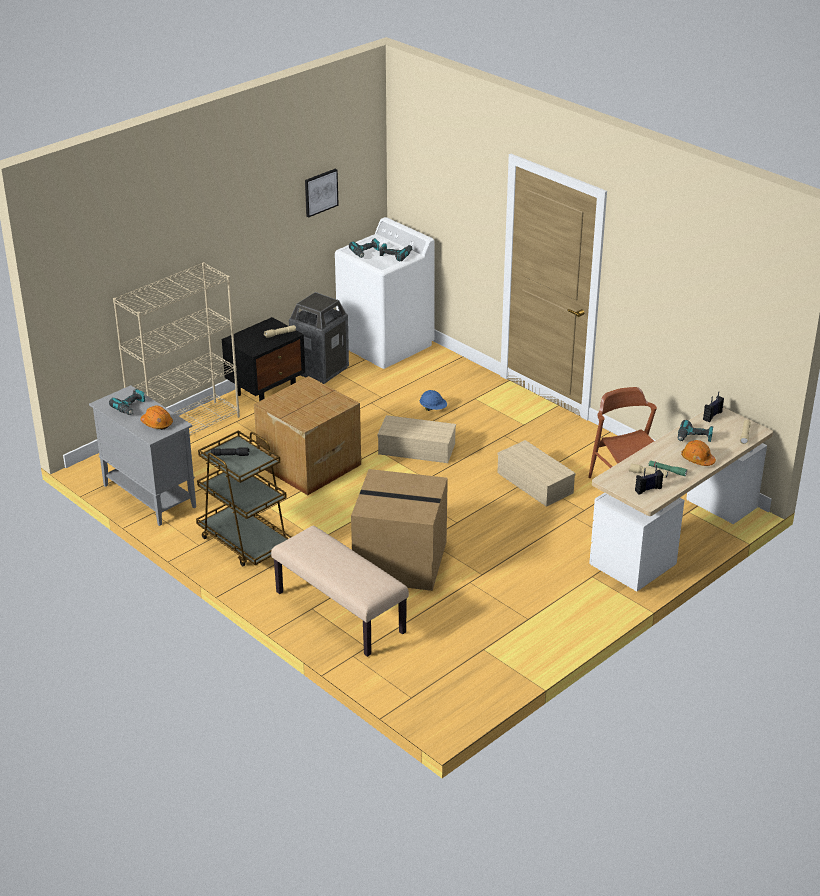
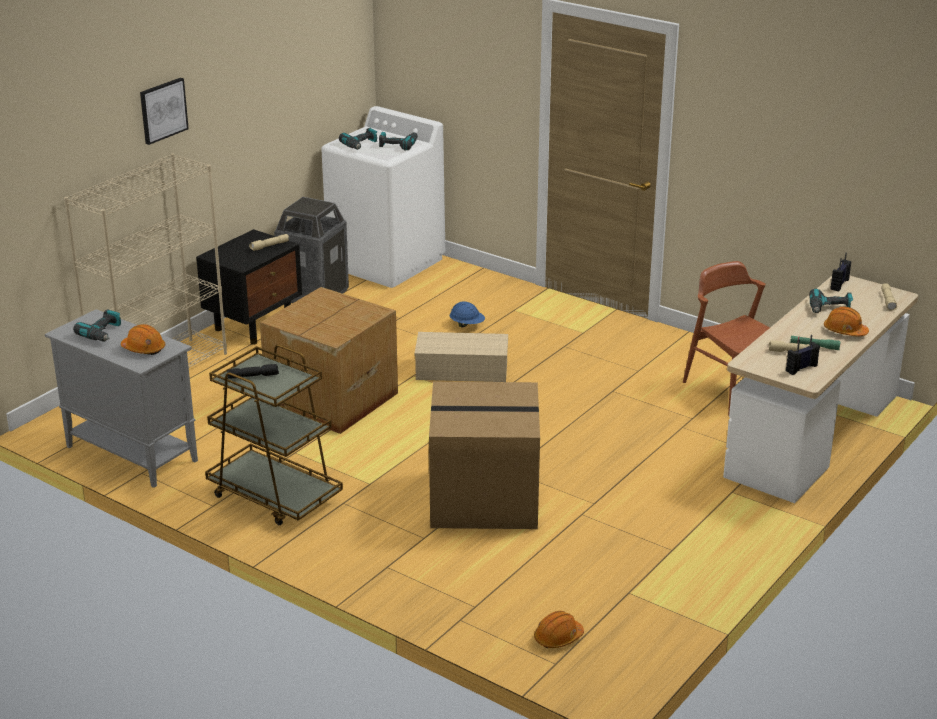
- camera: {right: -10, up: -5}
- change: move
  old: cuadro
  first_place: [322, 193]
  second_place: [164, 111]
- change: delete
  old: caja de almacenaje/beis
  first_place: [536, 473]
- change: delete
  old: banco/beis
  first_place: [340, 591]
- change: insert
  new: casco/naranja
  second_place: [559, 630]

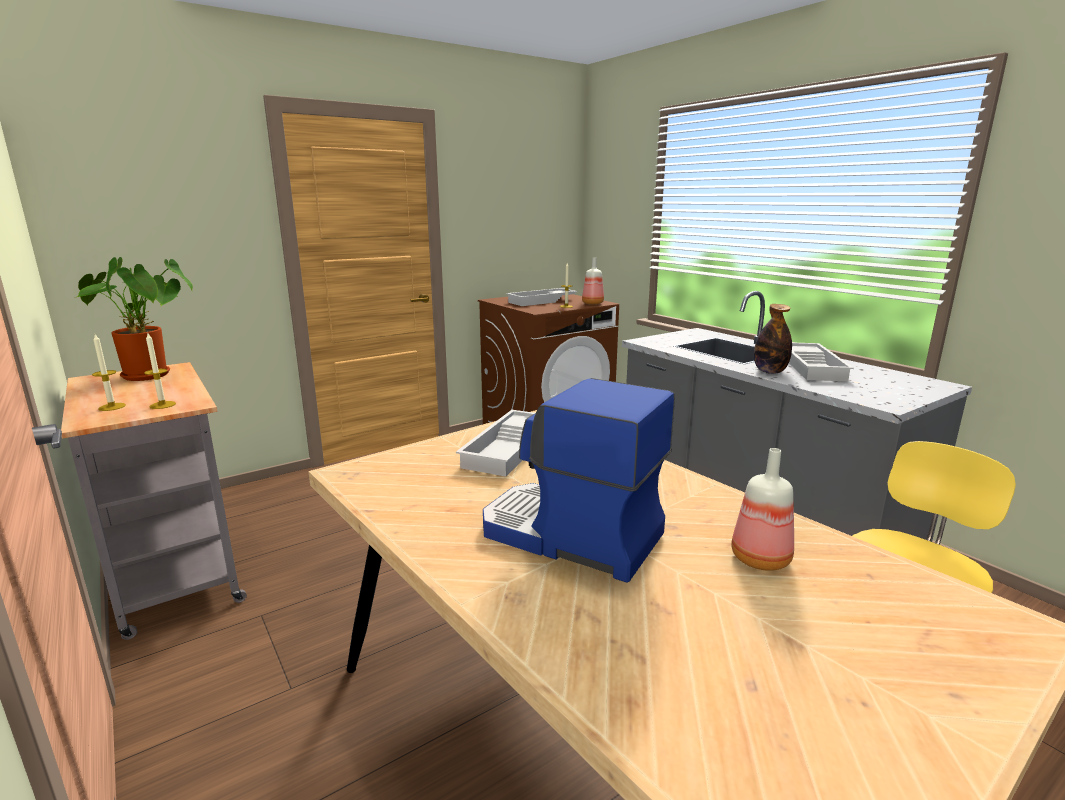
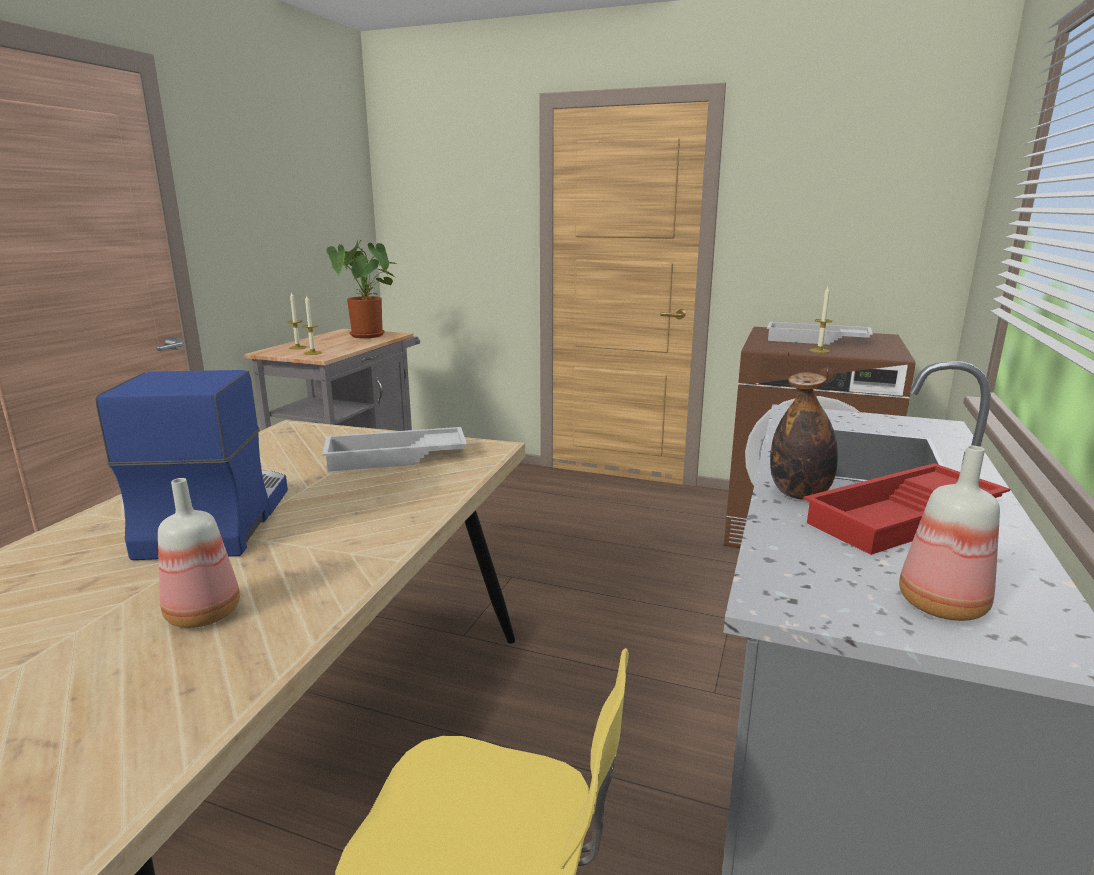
- camera: {right: 55, up: 0}
- change: move
  old: botella
  first_place: [593, 281]
  second_place: [949, 533]
- change: recolor
  old: bandeja/blanco
  new: bandeja/rojo
  first_place: [821, 362]
  second_place: [906, 509]

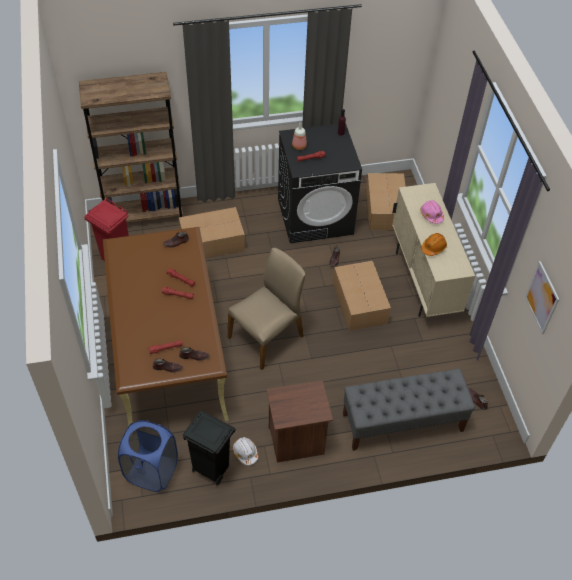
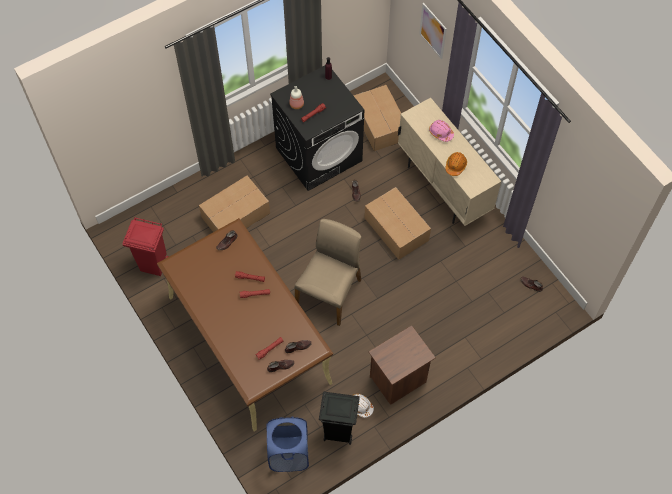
- camera: {right: -20, up: 10}
- change: delete
  old: estantería/marrón
  first_place: [131, 147]
- change: move
  old: cuadro
  first_place: [542, 297]
  second_place: [433, 31]
- change: delete
  old: banco/gris
  first_place: [409, 410]

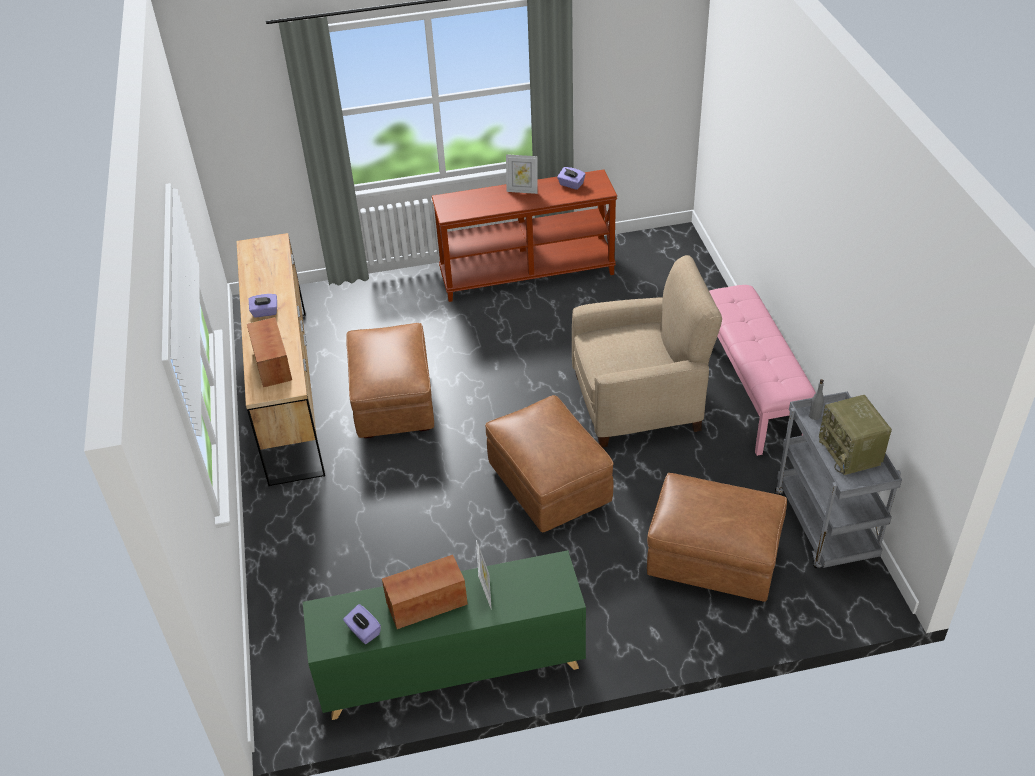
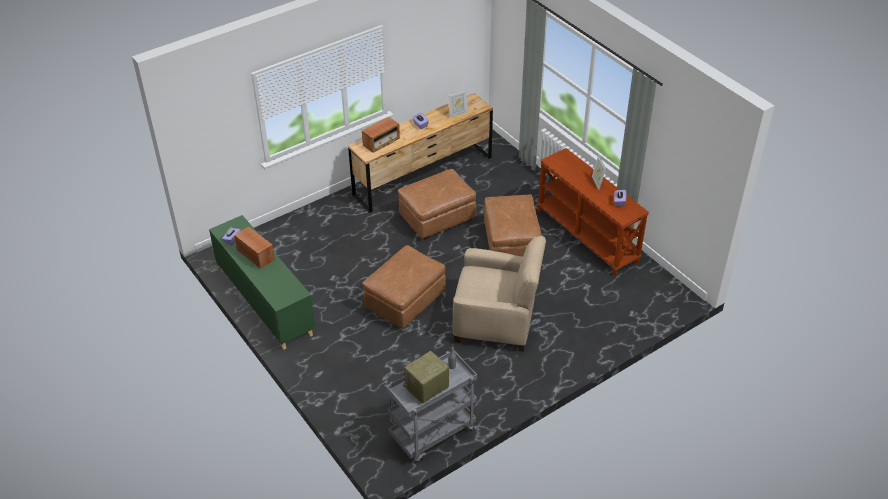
- camera: {right: 65, up: 0}
- change: rotate
  old: sillón/beis
  first_place: [647, 351]
  second_place: [499, 294]
  degrees: -45
- change: delete
  old: banco/rosa
  first_place: [762, 370]
- change: move
  old: puf/marrón
  first_place: [717, 537]
  second_place: [513, 226]
- change: move
  old: portarretratos
  first_place: [484, 575]
  second_place: [458, 103]

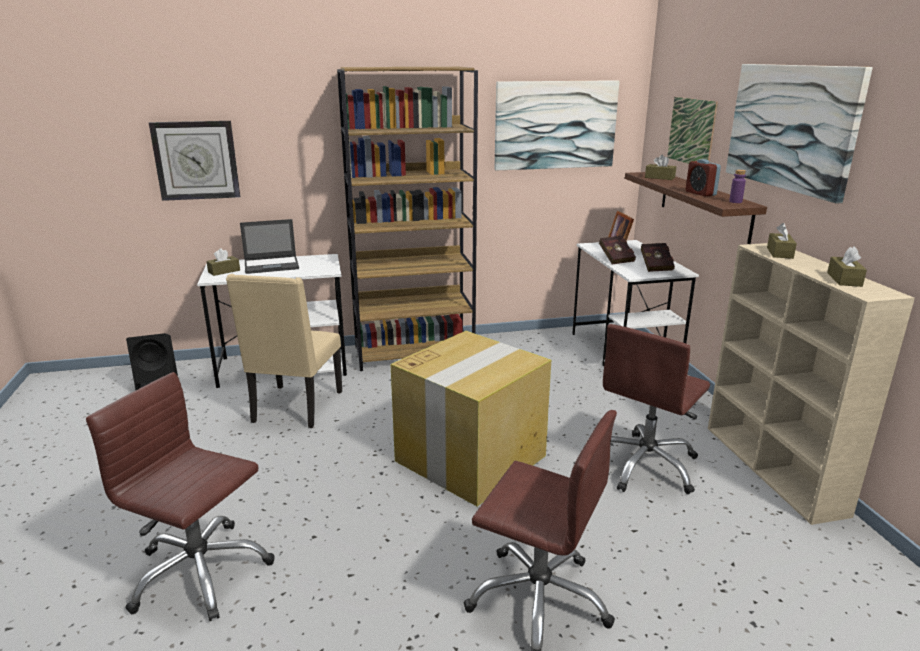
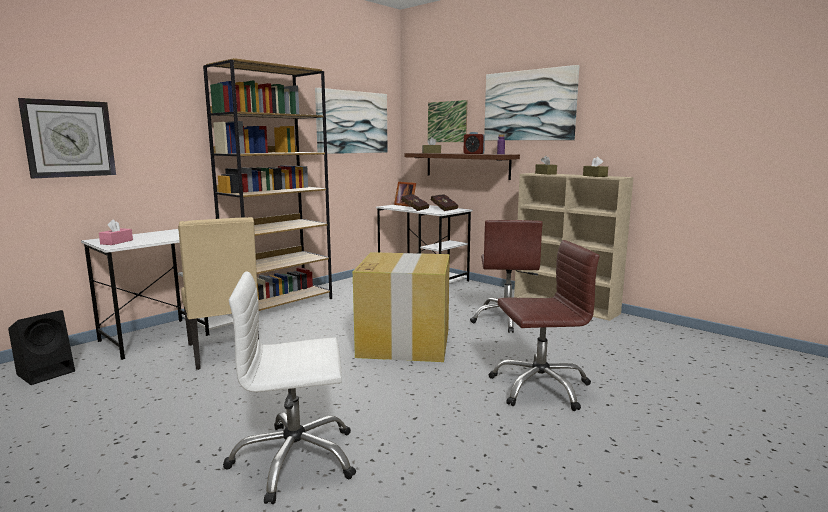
- camera: {right: -35, up: -10}
- change: delete
  old: portátil
  first_place: [269, 246]
- change: recolor
  old: caja de pañuelos/marrón
  new: caja de pañuelos/rosa
  first_place: [223, 262]
  second_place: [116, 232]
- change: recolor
  old: silla de oficina/marrón
  new: silla de oficina/blanco
  first_place: [180, 496]
  second_place: [289, 388]

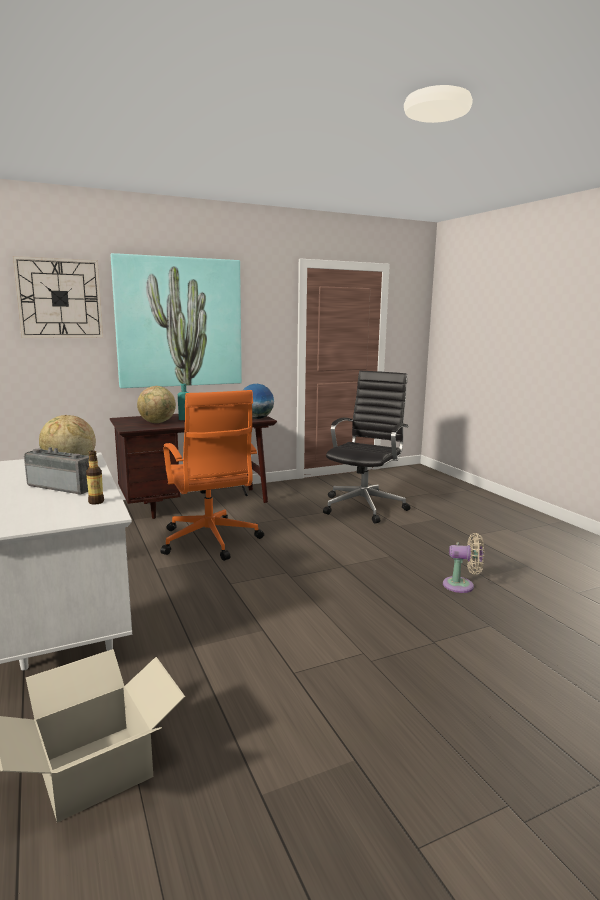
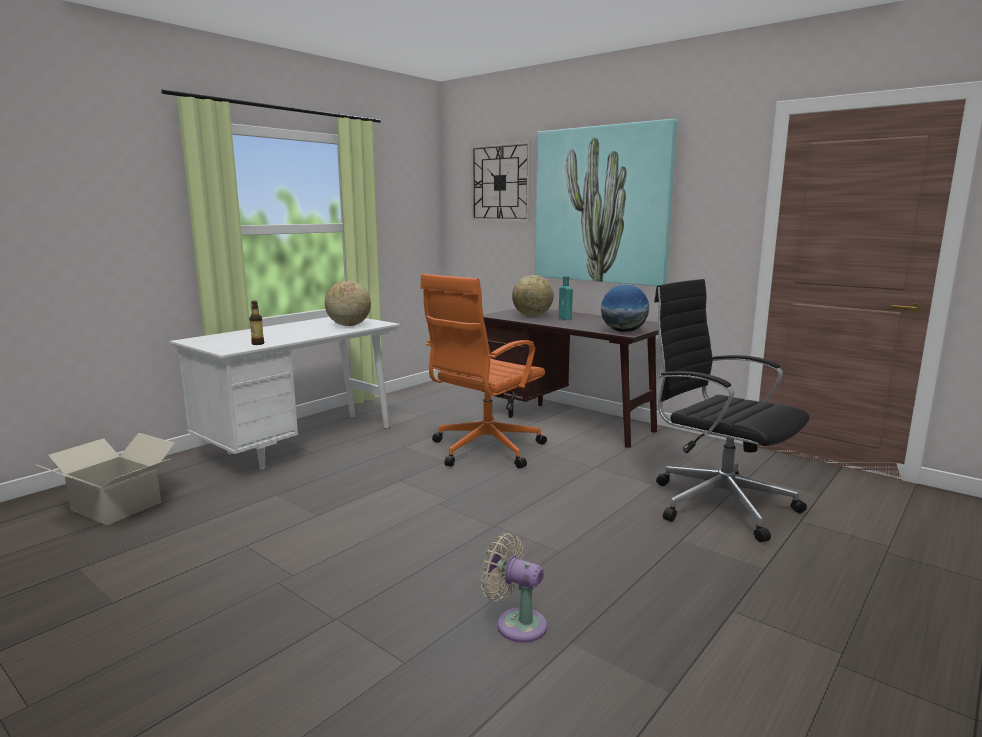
- camera: {right: 65, up: 0}
- change: rotate
  old: silla de oficina/negro
  first_place: [367, 447]
  second_place: [732, 410]
  degrees: -135
- change: delete
  old: radio
  first_place: [56, 471]
- change: rotate
  old: ventilador/beis
  first_place: [463, 563]
  second_place: [514, 588]
  degrees: 135

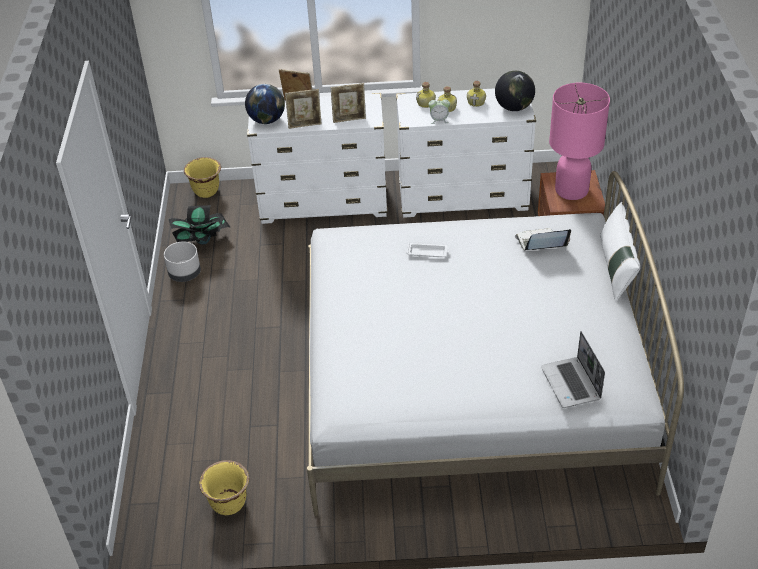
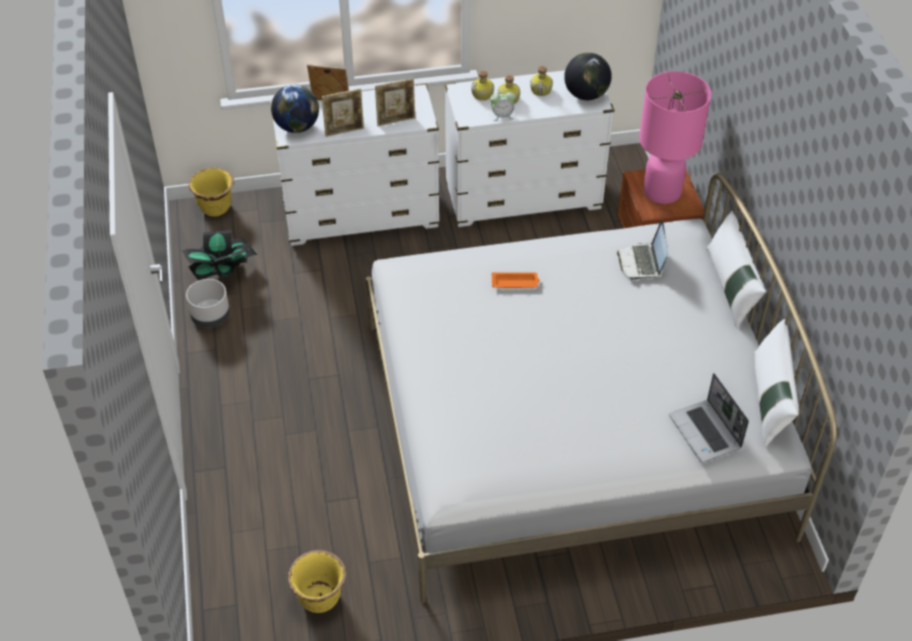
- camera: {right: -10, up: 5}
- change: rotate
  old: portátil
  first_place: [543, 239]
  second_place: [642, 250]
  degrees: -75
- change: recolor
  old: bandeja/blanco
  new: bandeja/naranja
  first_place: [428, 250]
  second_place: [516, 280]
- change: insert
  new: cojín/blanco
  second_place: [776, 383]

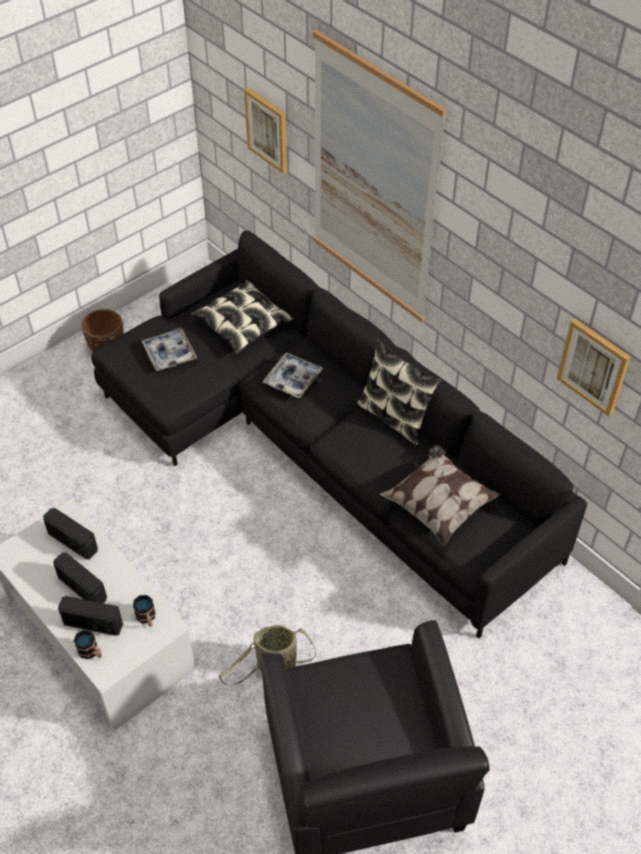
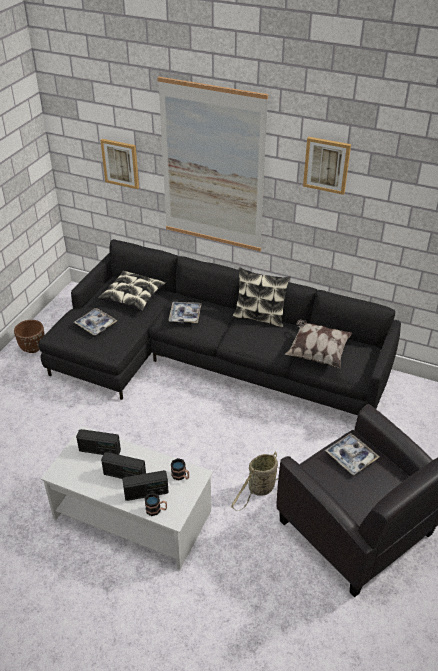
- camera: {right: -25, up: -10}
- change: move
  old: cuadro
  first_place: [594, 367]
  second_place: [327, 166]
- change: insert
  new: bandeja
  second_place: [352, 454]

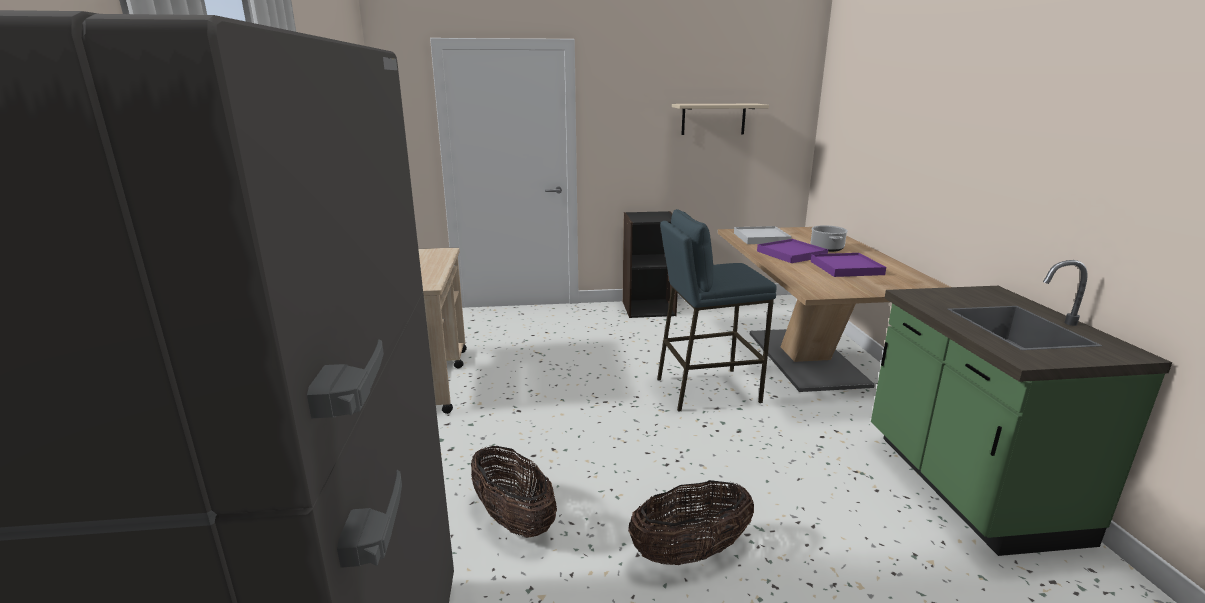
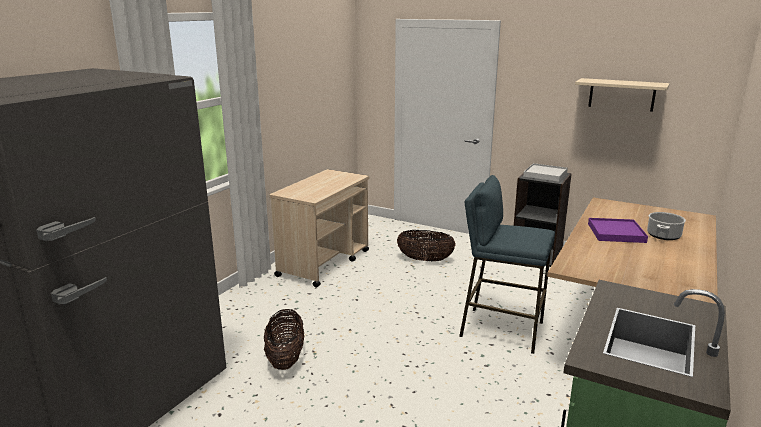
- camera: {right: 35, up: 0}
- change: move
  old: bandeja/blanco
  first_place: [763, 235]
  second_place: [545, 172]
- change: delete
  old: bandeja/morado
  first_place: [848, 265]
- change: move
  old: cesta
  first_place: [691, 522]
  second_place: [426, 245]

